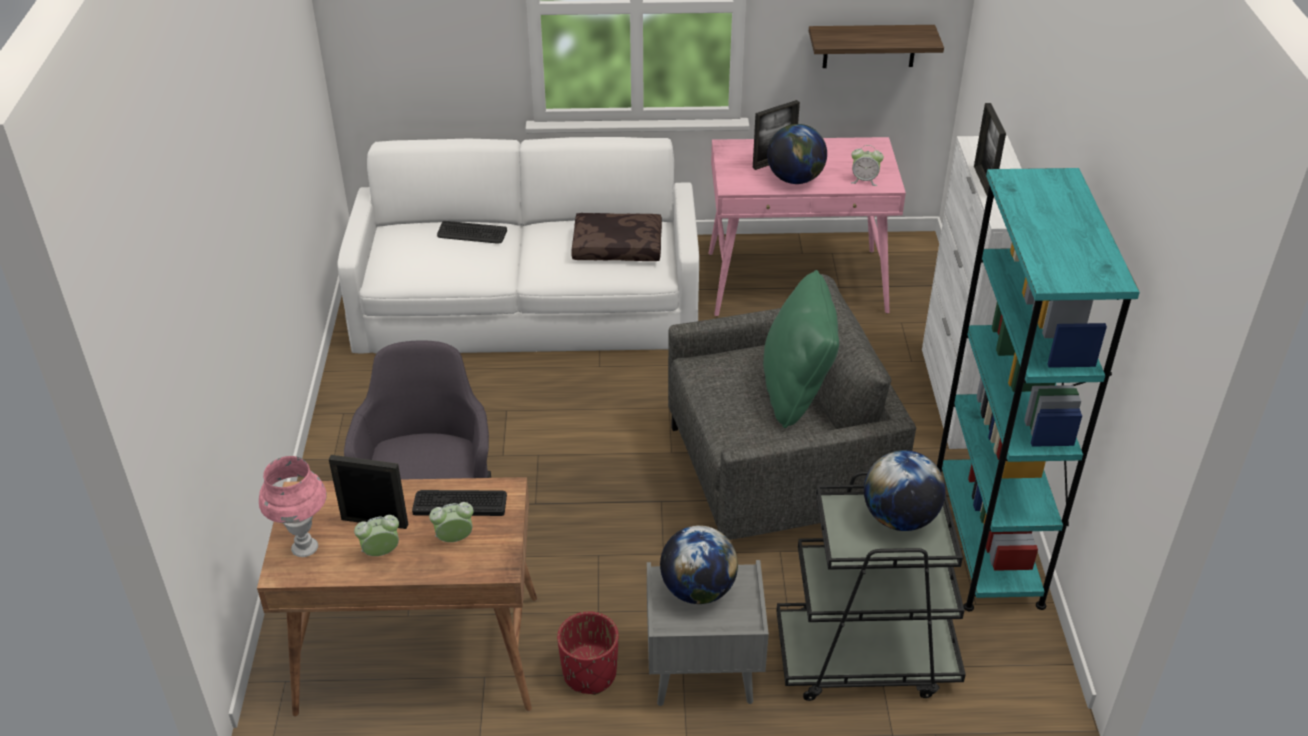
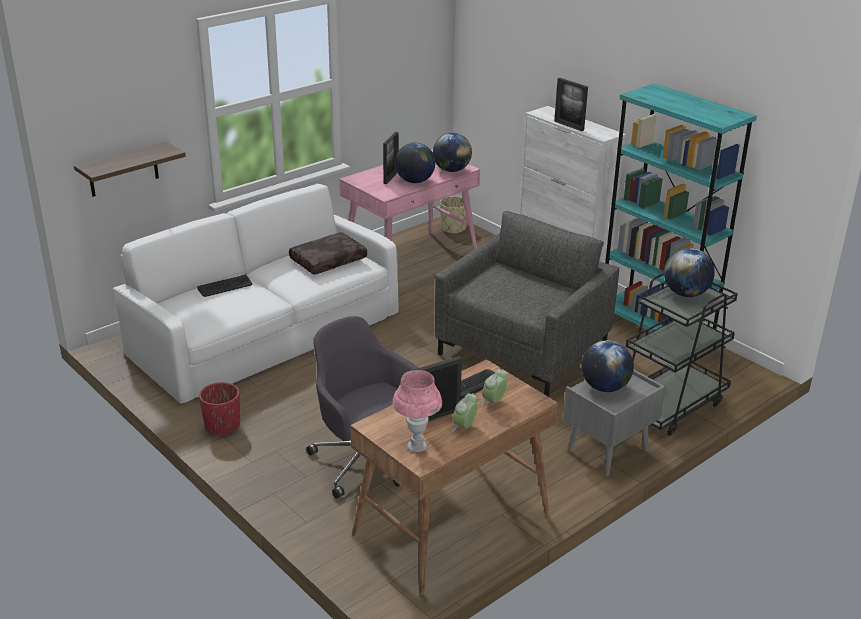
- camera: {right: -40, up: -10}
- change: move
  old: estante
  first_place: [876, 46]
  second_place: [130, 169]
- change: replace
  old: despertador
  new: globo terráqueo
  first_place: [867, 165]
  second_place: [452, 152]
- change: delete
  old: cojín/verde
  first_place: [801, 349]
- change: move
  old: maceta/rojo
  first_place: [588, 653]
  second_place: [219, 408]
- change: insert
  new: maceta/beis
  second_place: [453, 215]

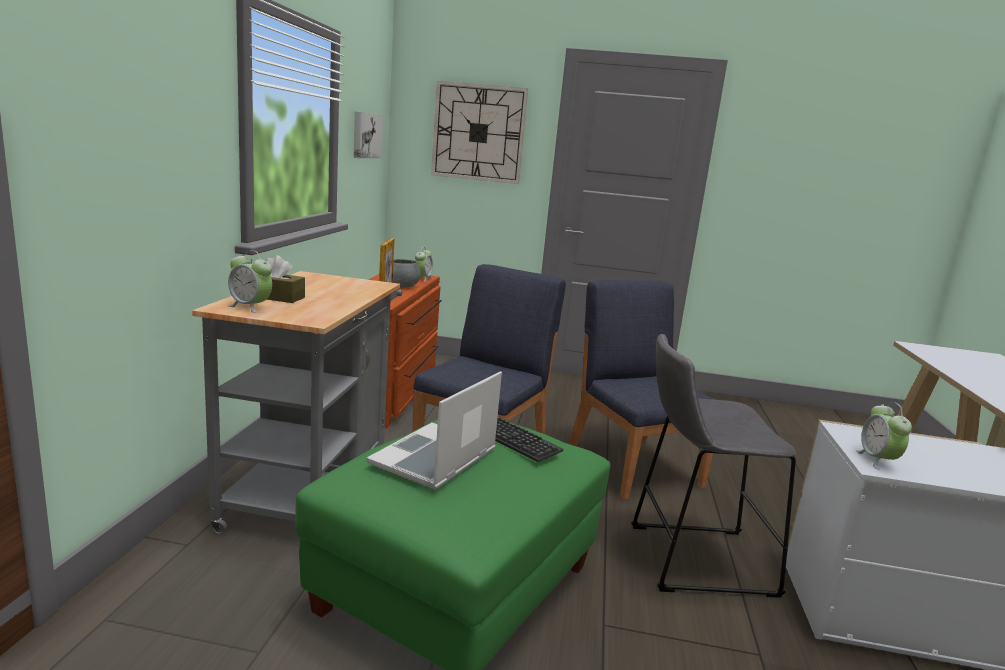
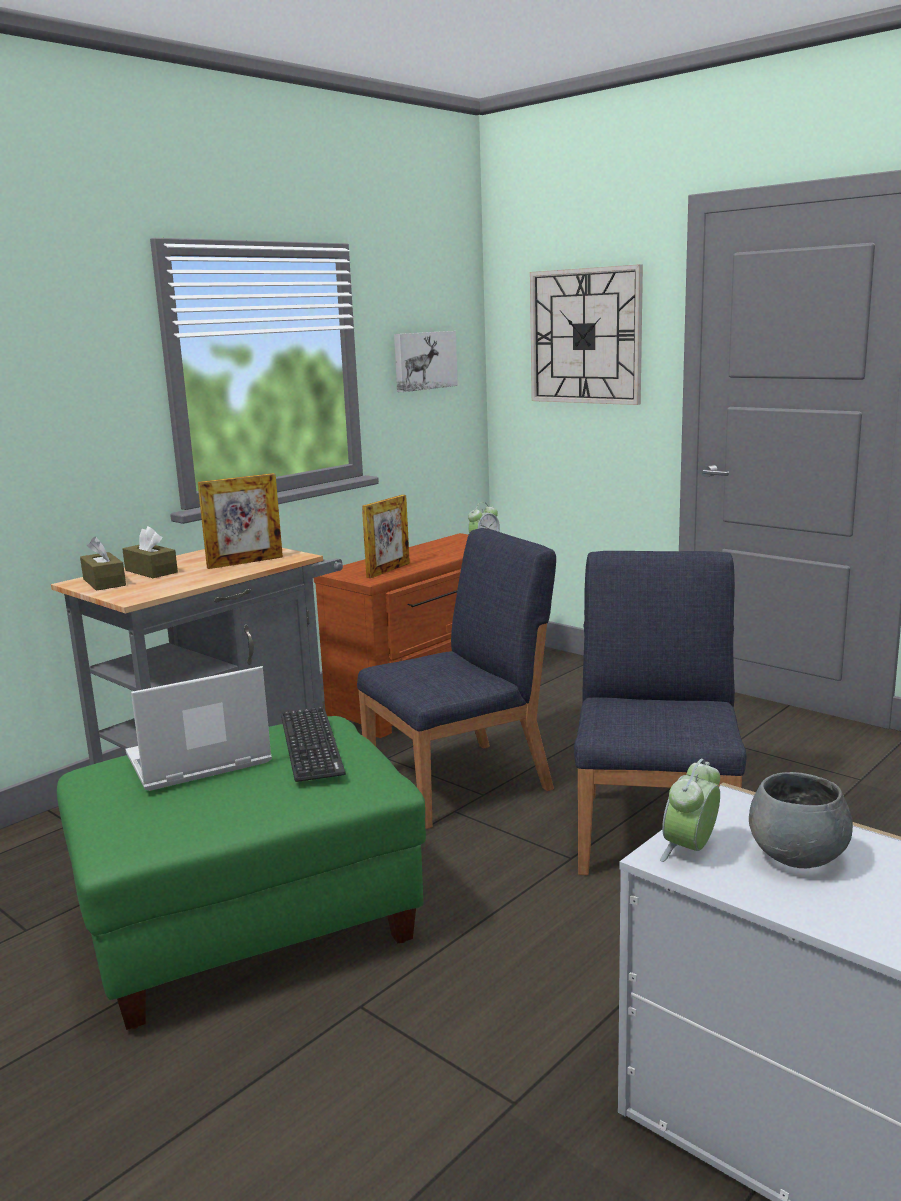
- camera: {right: 35, up: 0}
- change: replace
  old: despertador
  new: caja de pañuelos/marrón
  first_place: [250, 281]
  second_place: [103, 563]
- change: move
  old: cuenco/gris
  first_place: [407, 273]
  second_place: [801, 820]
- change: delete
  old: taburete/gris
  first_place: [713, 466]
- change: insert
  new: portarretratos
  second_place: [240, 521]

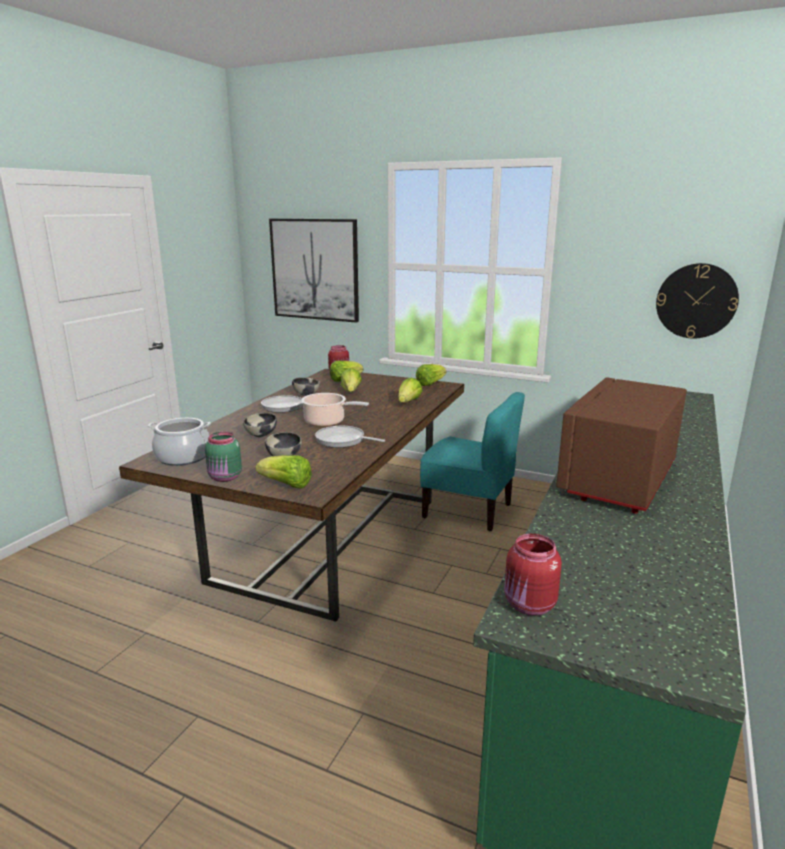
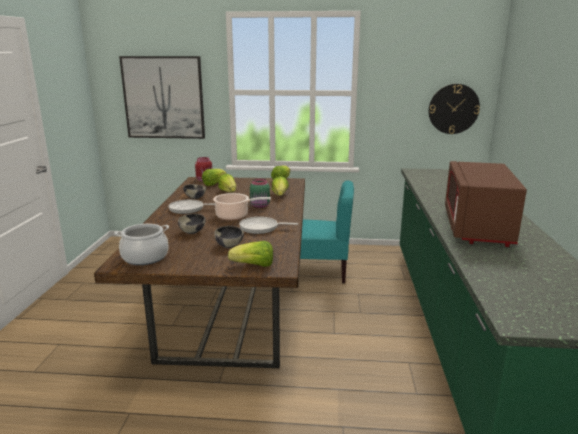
- camera: {right: -20, up: 0}
- change: move
  old: tarro/verde
  first_place: [223, 457]
  second_place: [260, 193]
- change: delete
  old: tarro/rojo
  first_place: [533, 574]

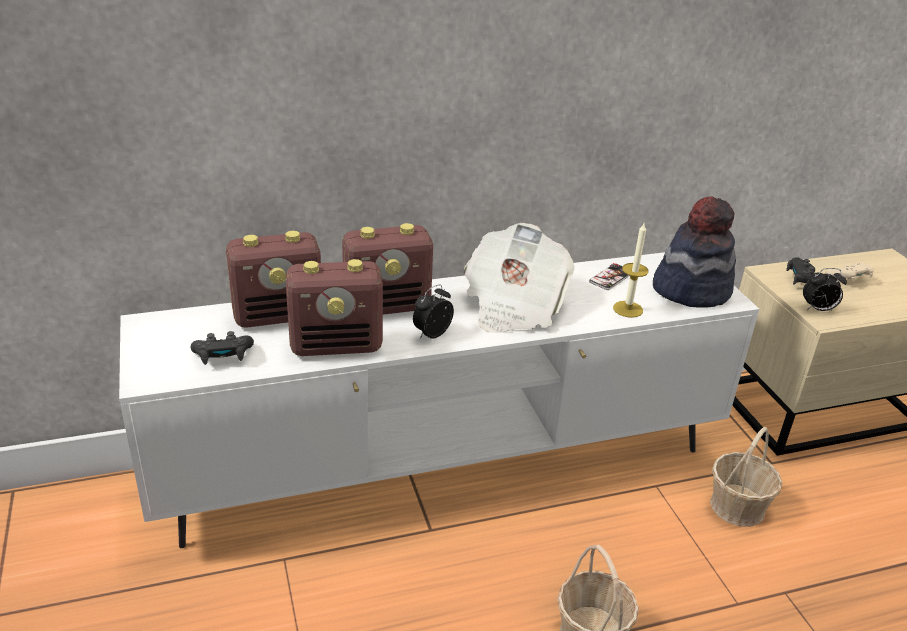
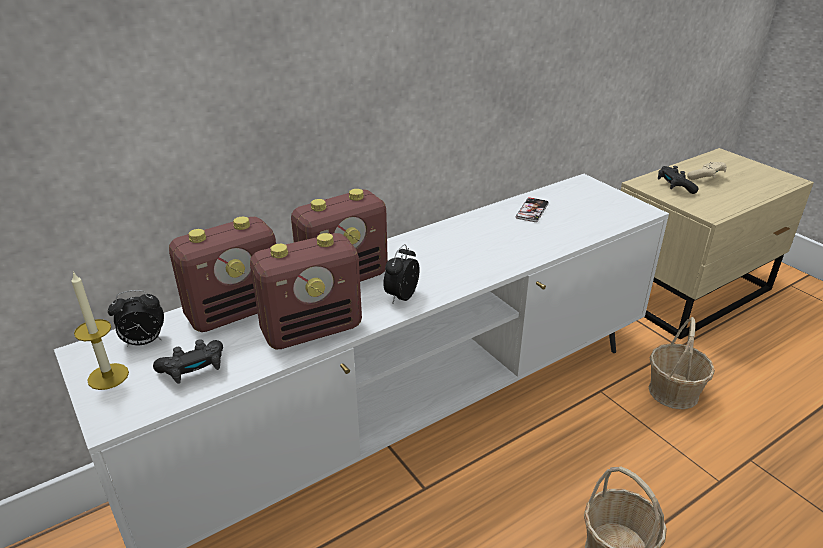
- camera: {right: -15, up: 0}
- change: delete
  old: sombrero
  first_place: [694, 252]
- change: delete
  old: periódico
  first_place: [519, 278]
- change: move
  old: vela
  first_place: [631, 270]
  second_place: [100, 330]
- change: move
  old: despertador
  first_place: [825, 289]
  second_place: [136, 318]

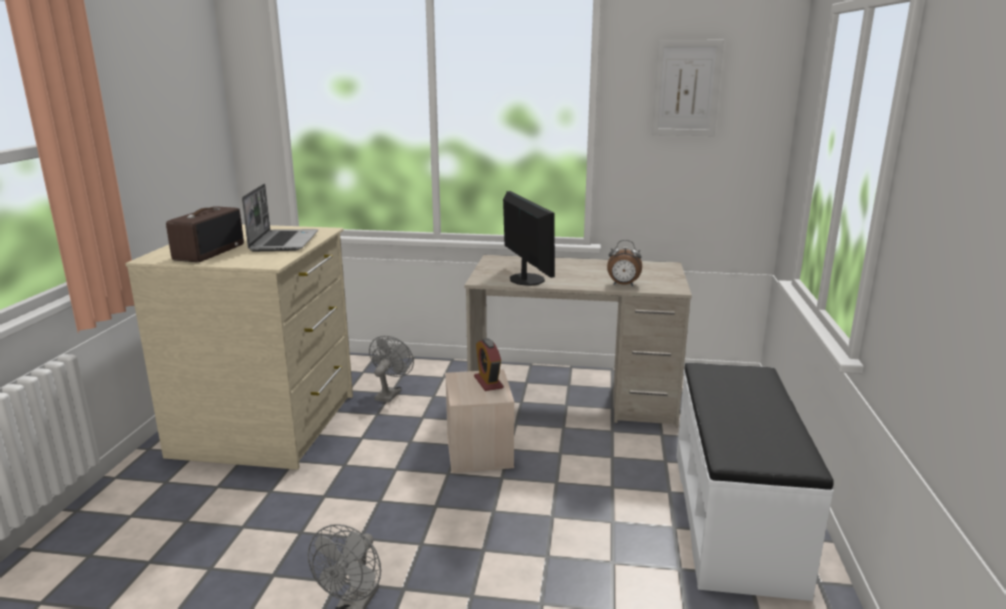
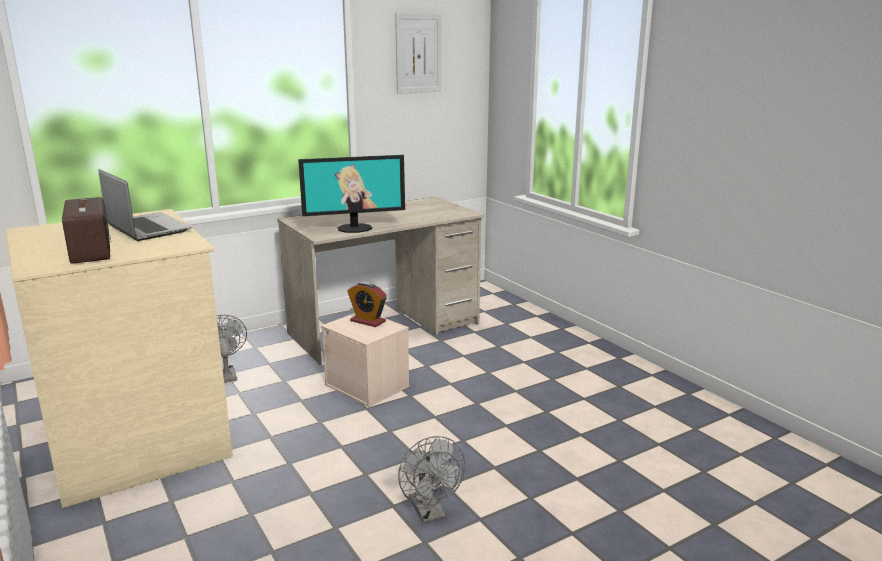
- camera: {right: -40, up: 0}
- change: rotate
  old: monitor
  first_place: [529, 238]
  second_place: [351, 194]
  degrees: 135
- change: delete
  old: despertador
  first_place: [624, 263]
- change: delete
  old: banco/blanco
  first_place: [755, 482]

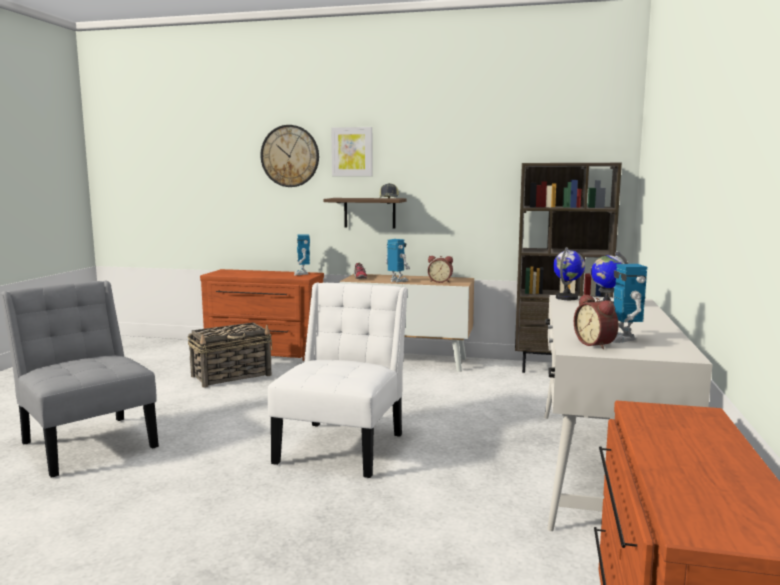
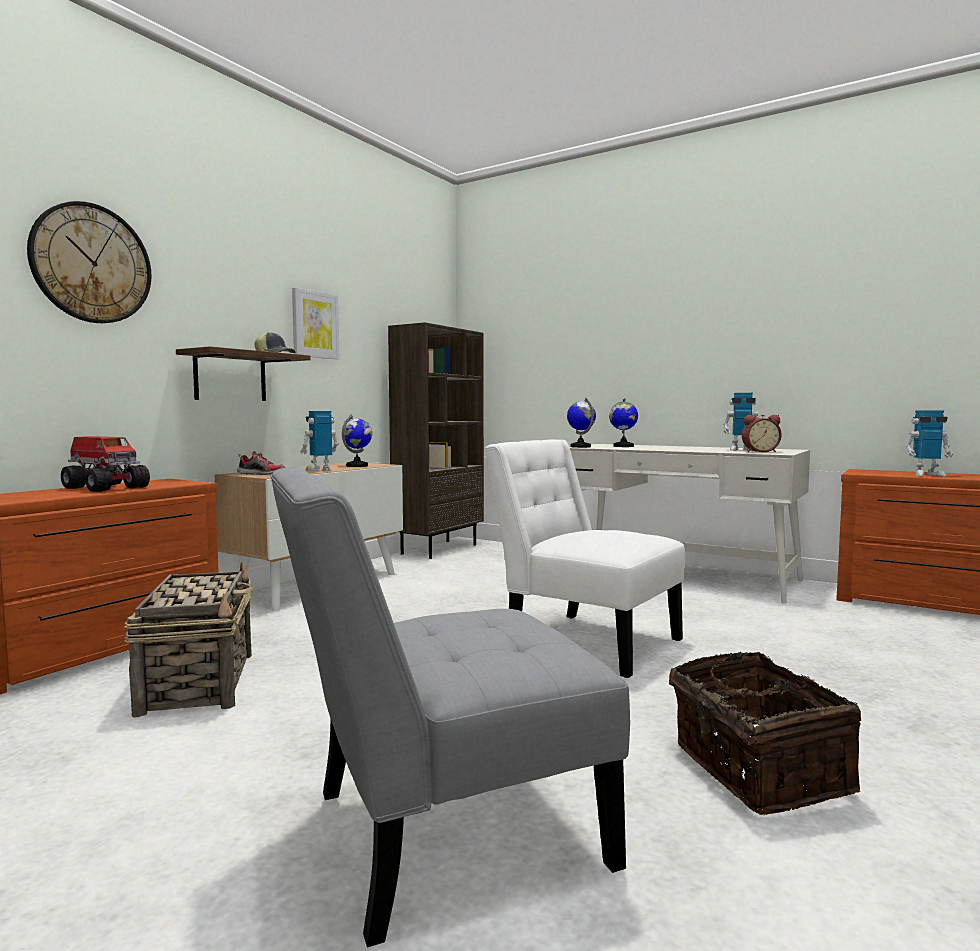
- camera: {right: -70, up: -5}
- change: move
  old: cuadro
  first_place: [352, 151]
  second_place: [315, 323]
- change: move
  old: robot de juguete
  first_place: [302, 254]
  second_place: [929, 444]
- change: replace
  old: despertador
  new: globo terráqueo
  first_place: [440, 269]
  second_place: [357, 441]
- change: insert
  new: camión de juguete
  second_place: [105, 464]
- change: insert
  new: cesta
  second_place: [765, 733]

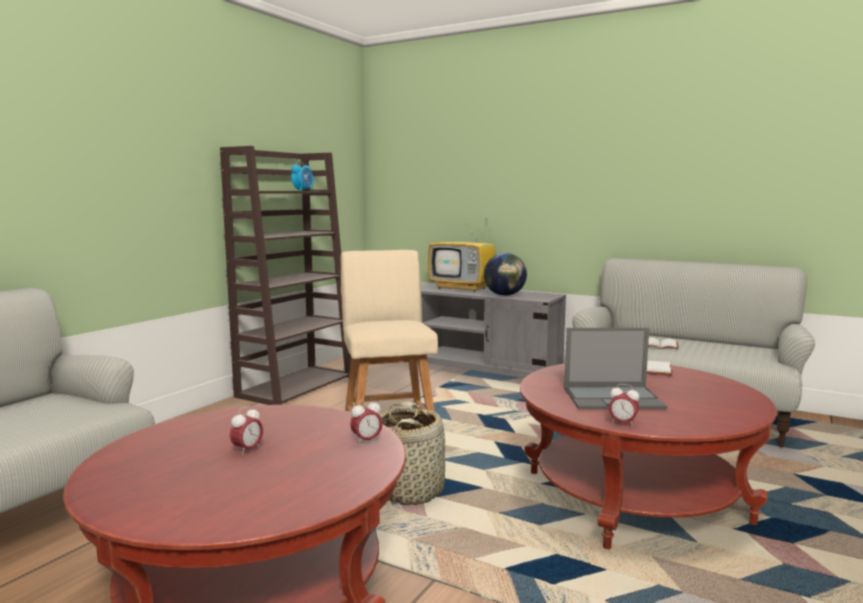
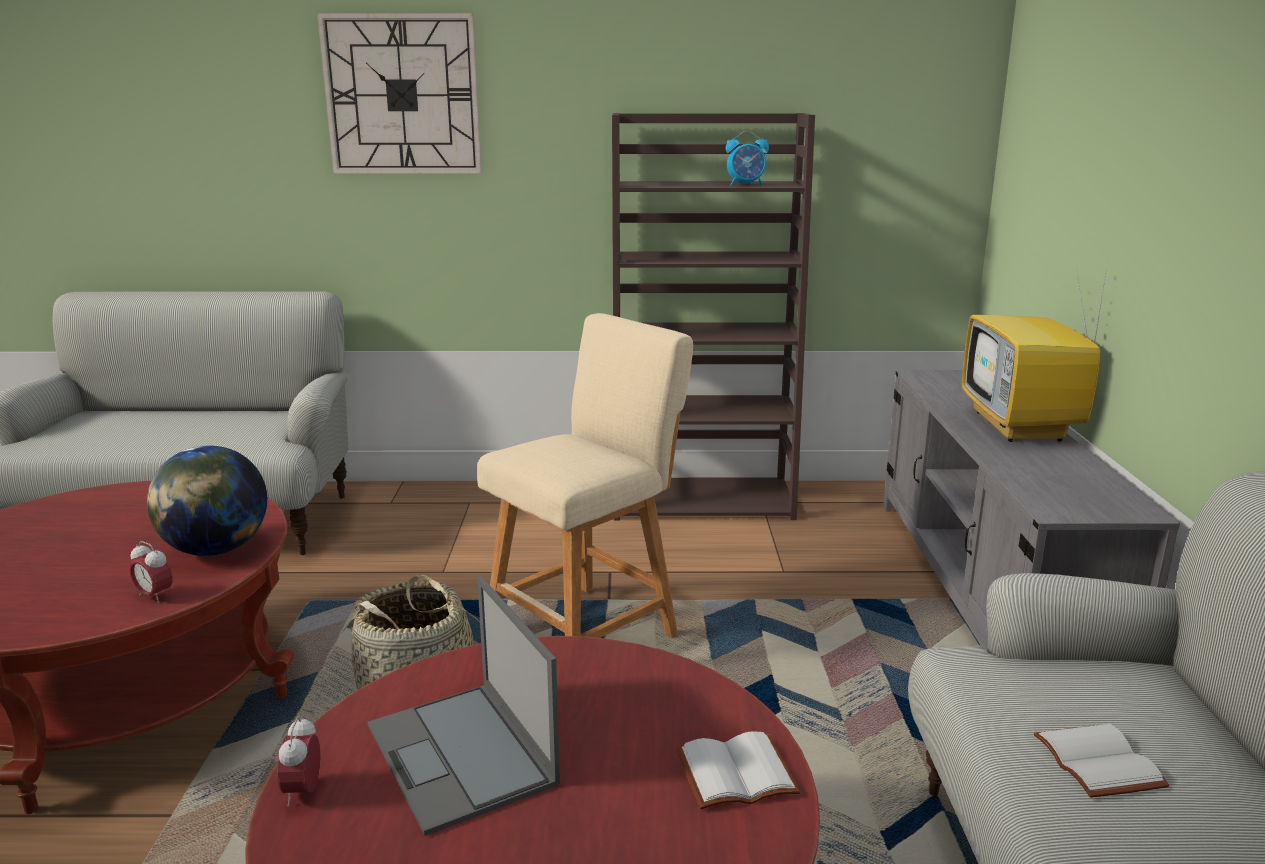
- camera: {right: 60, up: 10}
- change: move
  old: globo terráqueo
  first_place: [505, 274]
  second_place: [207, 501]
- change: delete
  old: despertador
  first_place: [246, 431]
- change: insert
  new: reloj de pared
  second_place: [399, 93]

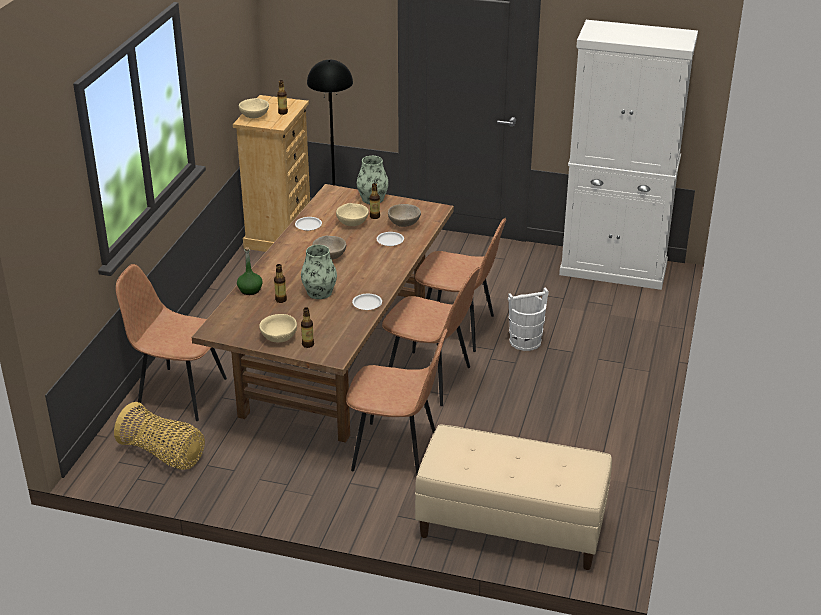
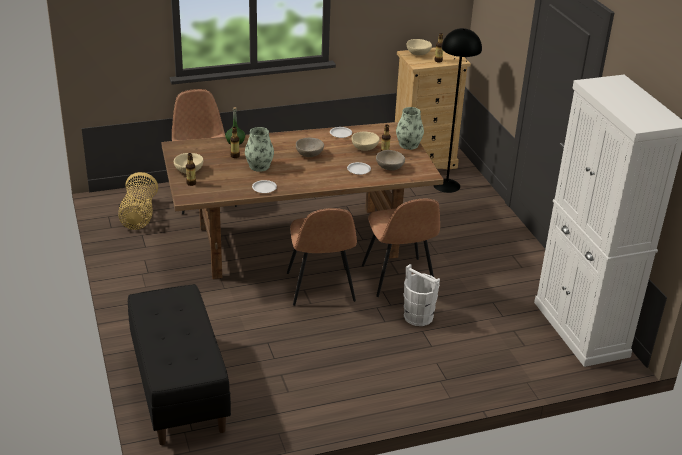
- camera: {right: 55, up: 0}
- change: delete
  old: silla/marrón
  first_place: [397, 402]
- change: recolor
  old: banco/beis
  new: banco/negro
  first_place: [513, 497]
  second_place: [179, 364]

